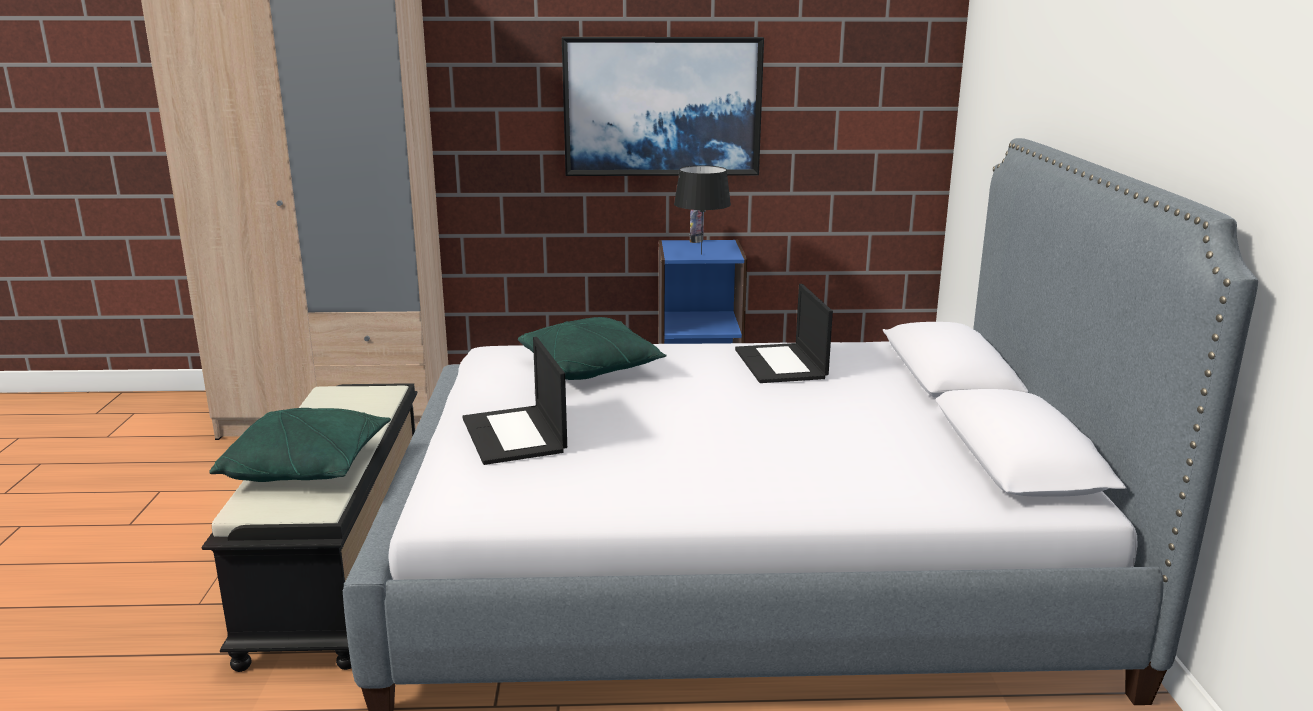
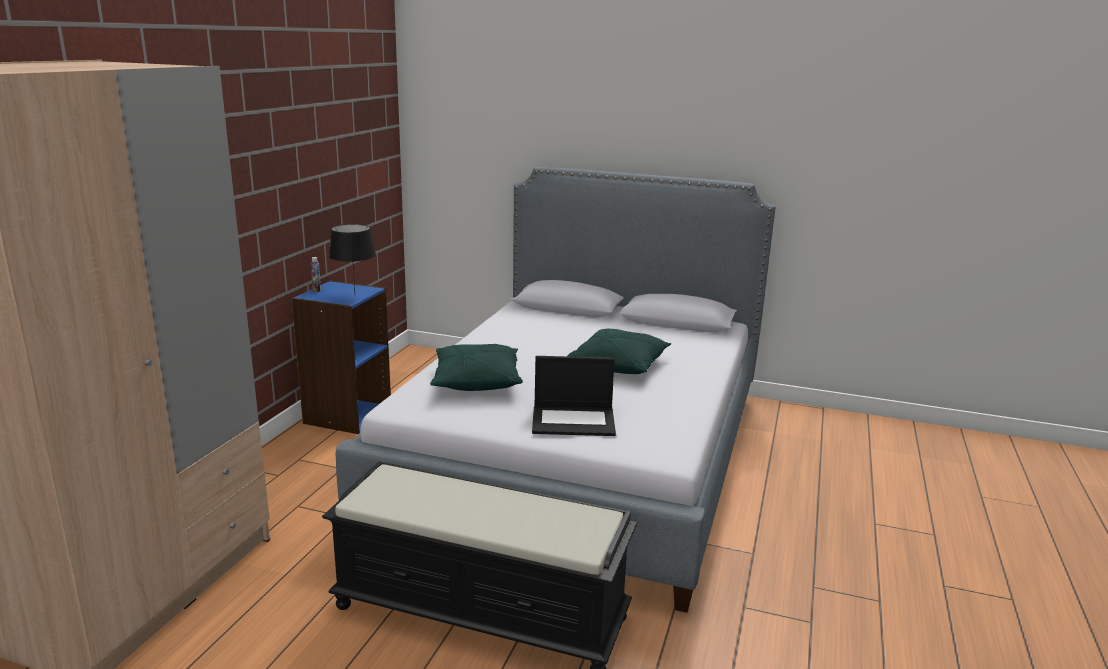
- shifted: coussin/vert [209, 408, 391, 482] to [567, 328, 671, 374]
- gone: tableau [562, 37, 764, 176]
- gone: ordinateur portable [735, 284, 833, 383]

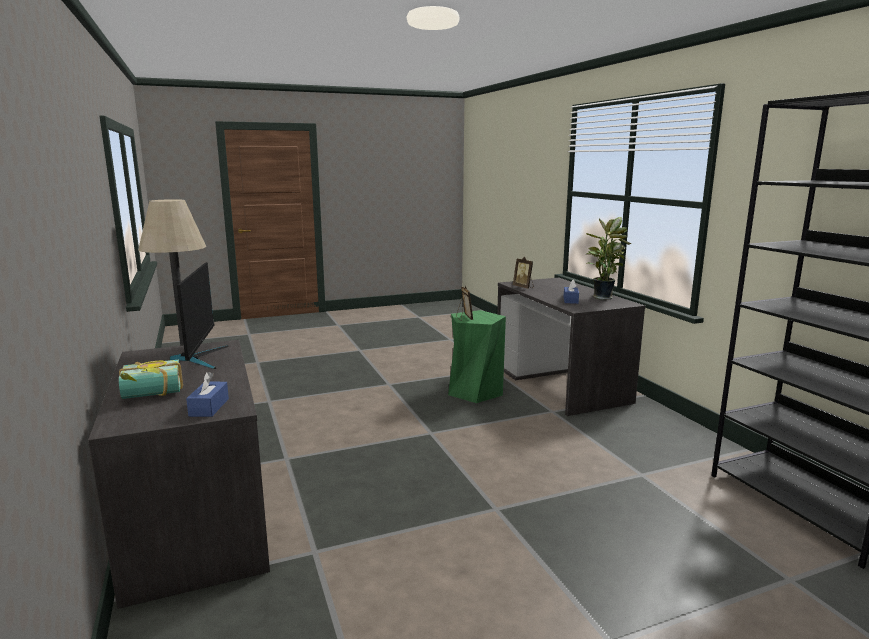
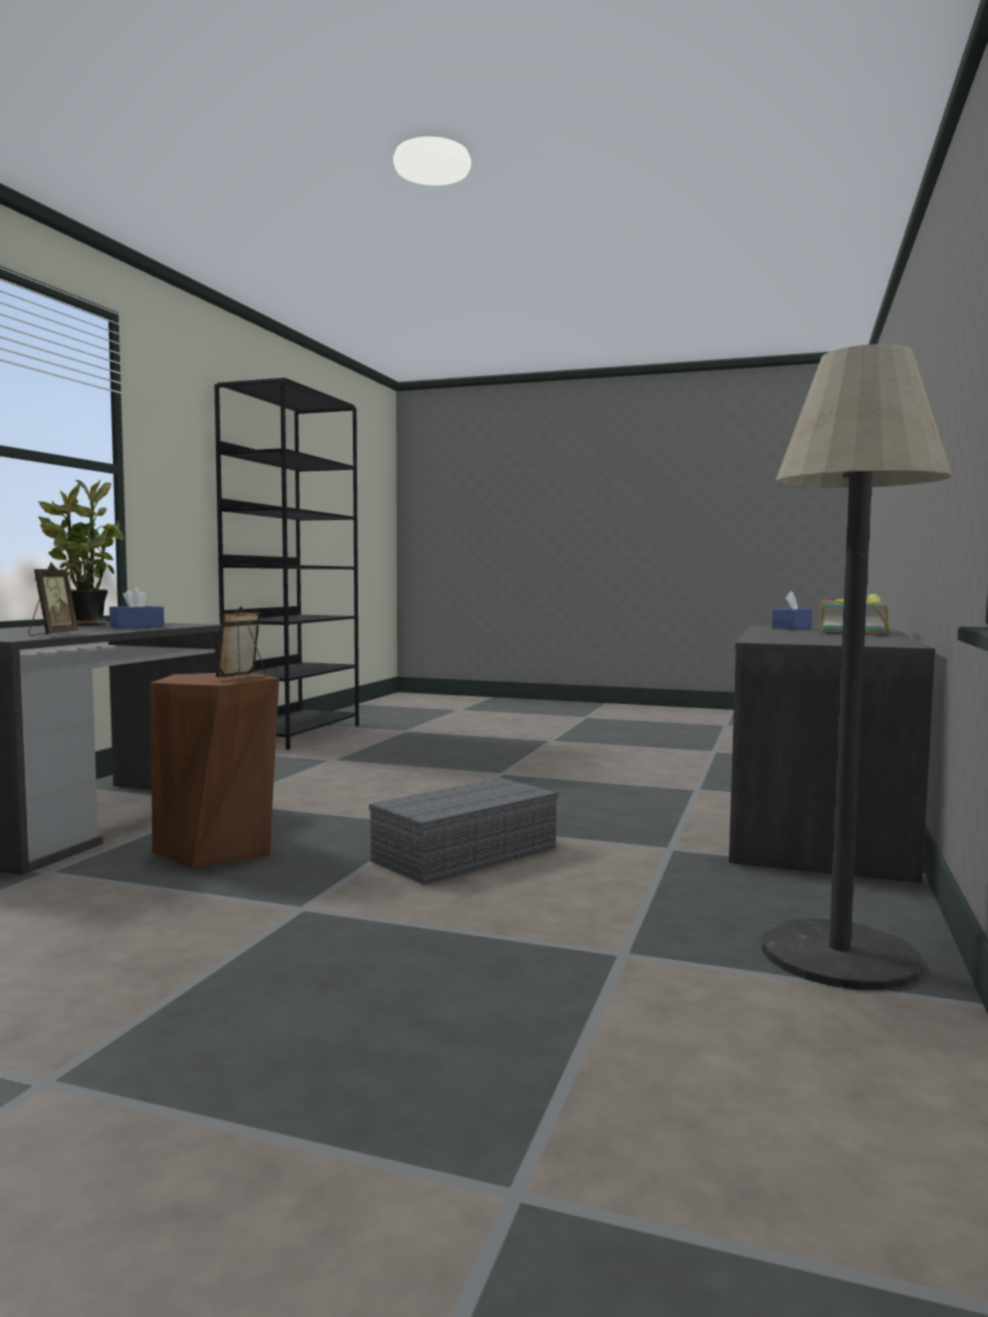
- repainted: tabouret/vert [448, 310, 506, 403] to tabouret/marron [151, 673, 279, 868]
- new: boîte de rangement/gris [369, 778, 558, 885]
- gone: écran d'ordinateur [170, 262, 229, 369]

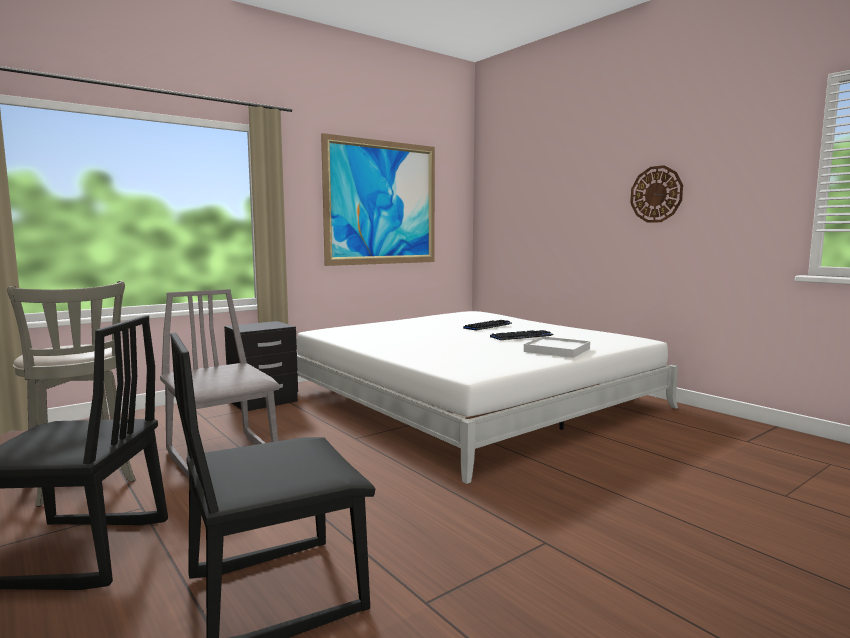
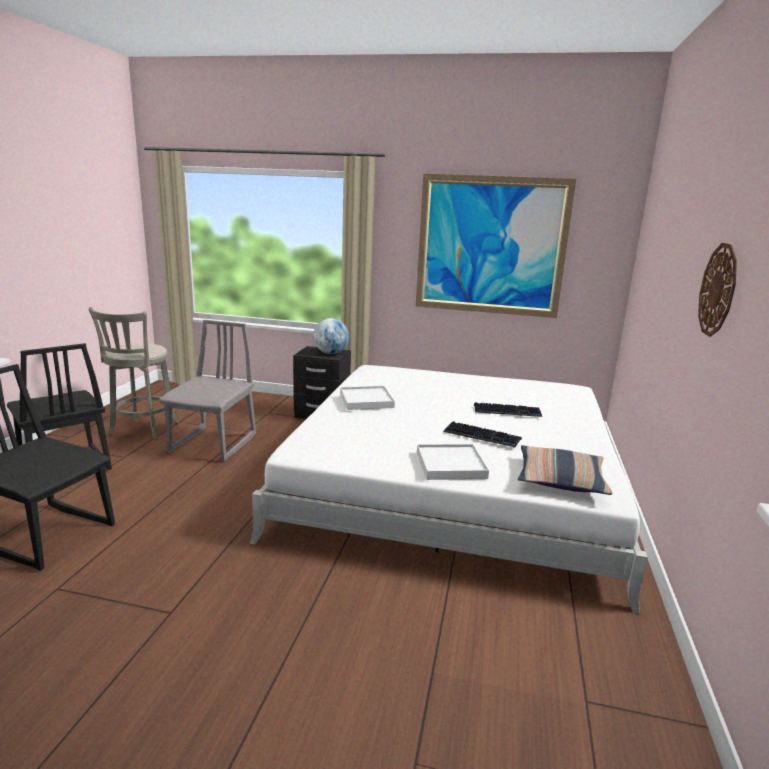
- new: globe [313, 318, 349, 354]
- new: plateau/blanc [340, 386, 395, 410]
- new: coussin [518, 445, 613, 495]

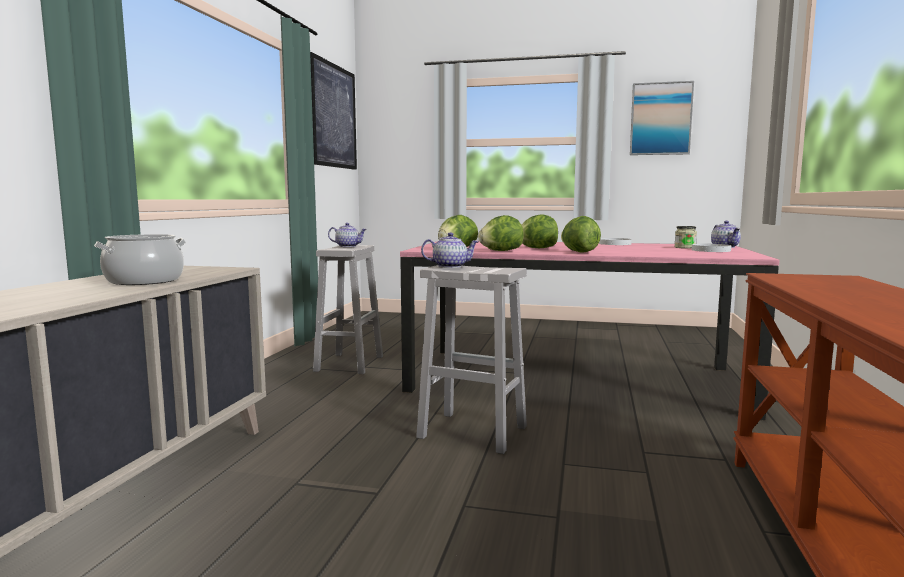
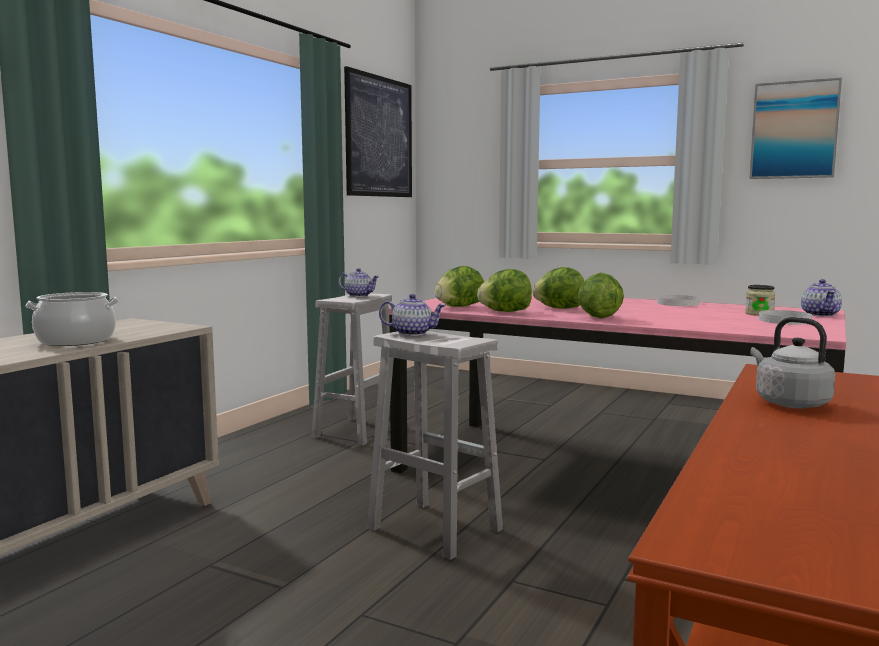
- new: bouilloire/gris [750, 317, 835, 409]

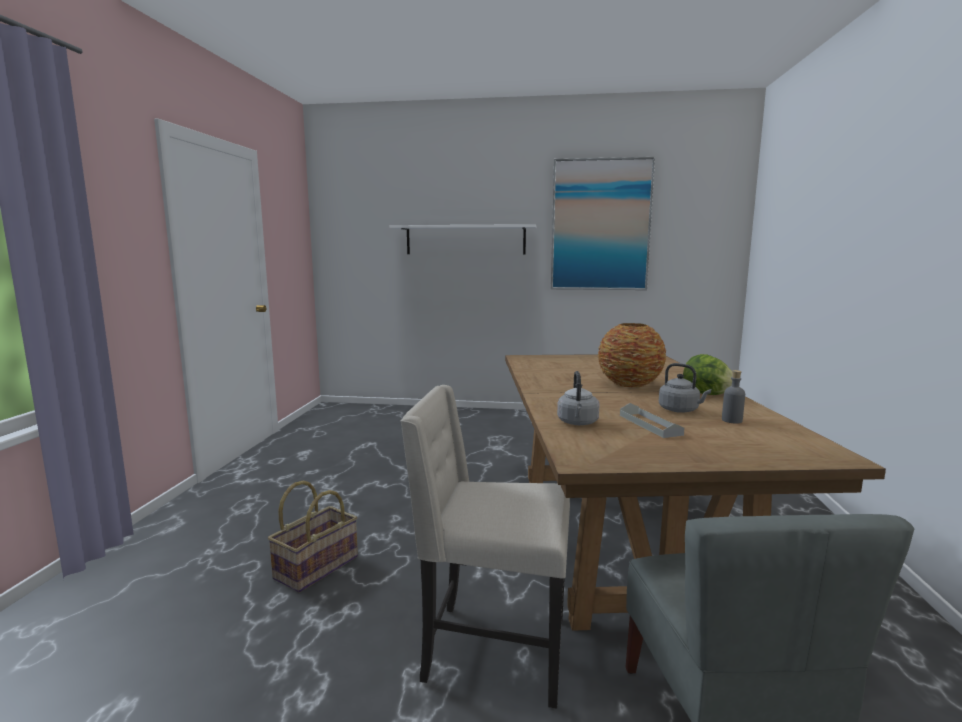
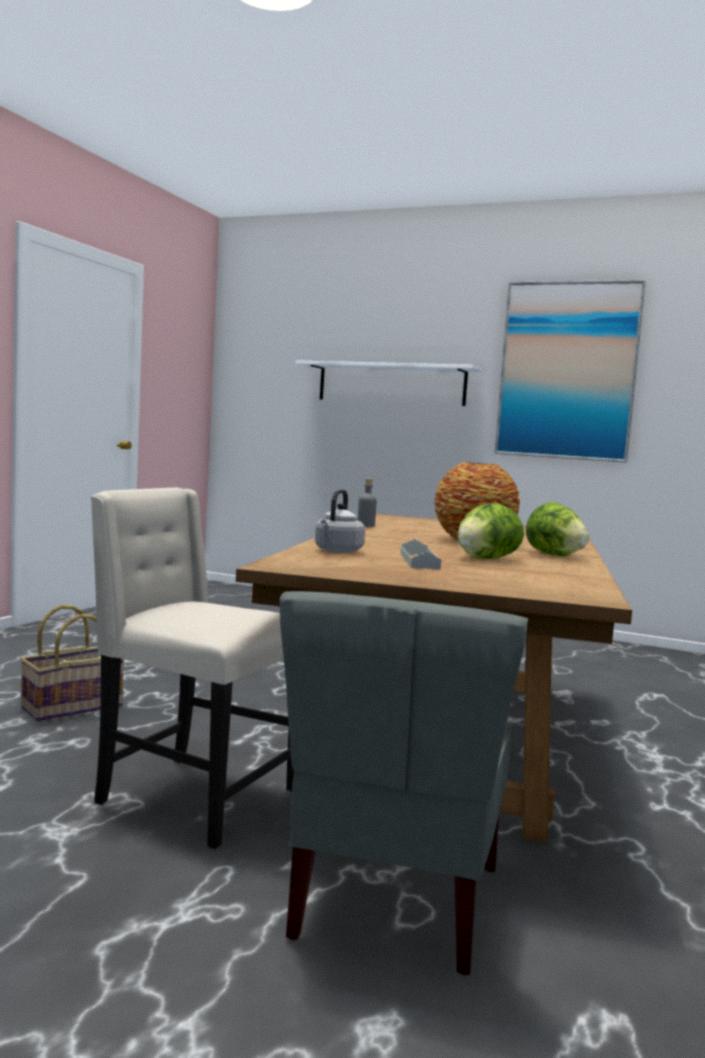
- shifted: bouteille/gris [722, 370, 745, 424] to [358, 478, 377, 527]
- swapped: bouilloire/gris [659, 363, 711, 413] to laitue [458, 503, 524, 559]

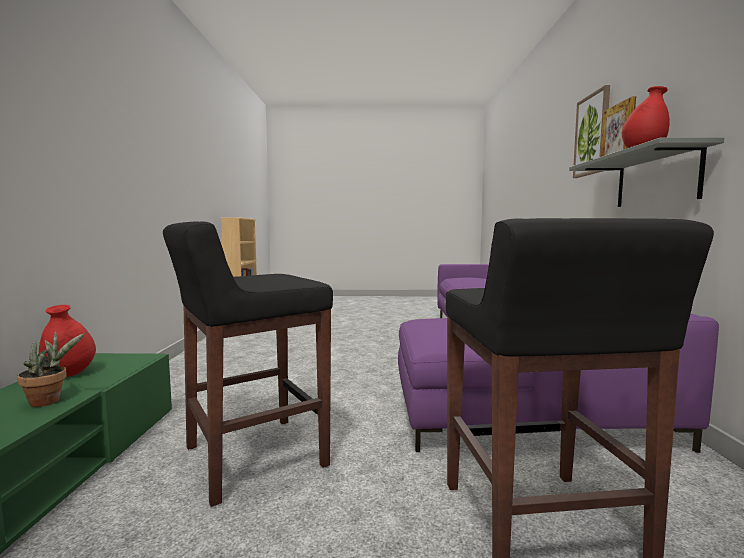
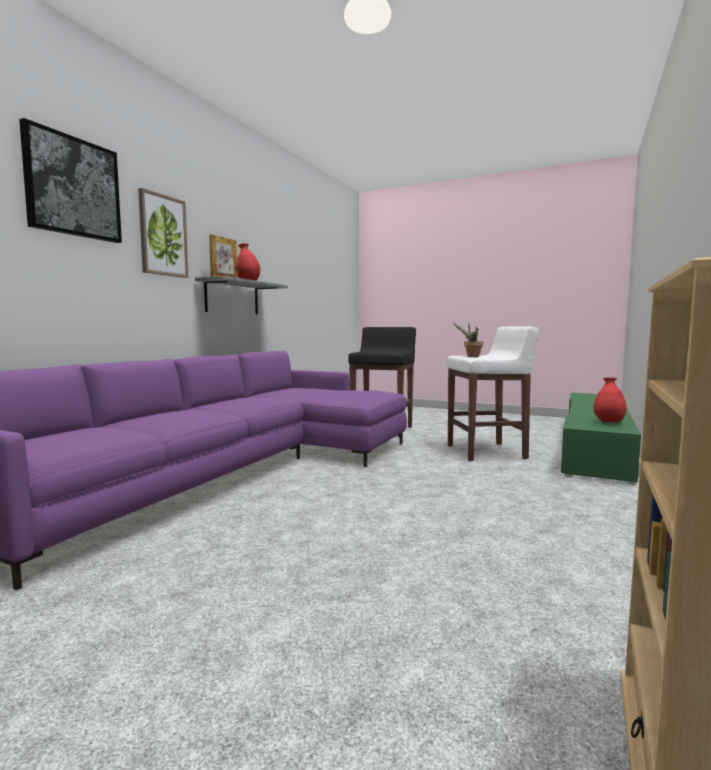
- new: tableau [19, 118, 122, 243]
- repainted: tabouret/noir [163, 221, 333, 507] to tabouret/blanc [447, 326, 540, 461]
- shifted: plante en pot [17, 331, 85, 407] to [453, 322, 483, 357]

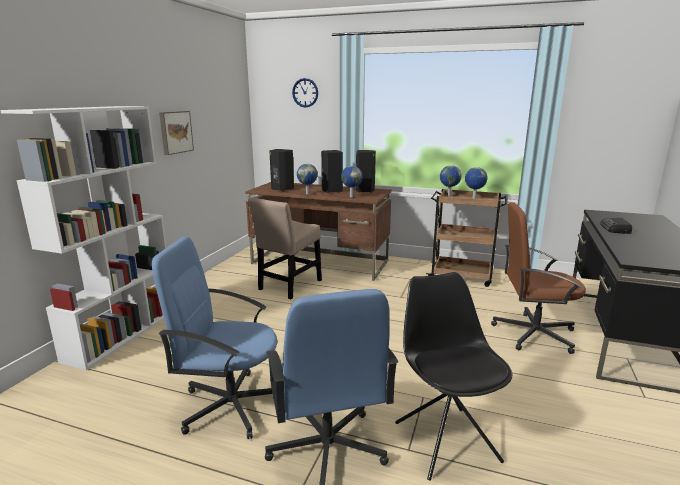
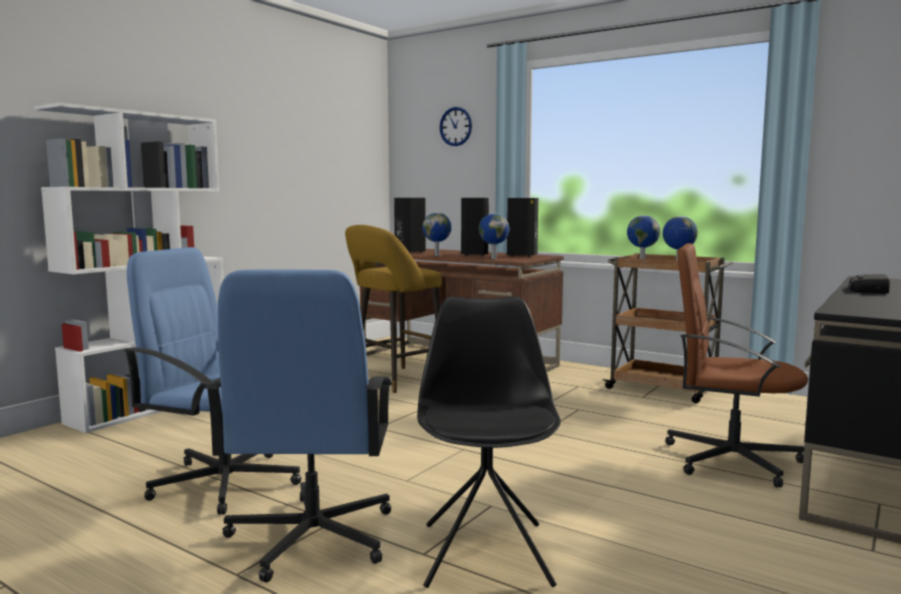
- swapped: chaise/beige [248, 197, 322, 299] to tabouret/jaune [345, 225, 442, 393]
- gone: tableau [159, 111, 194, 155]

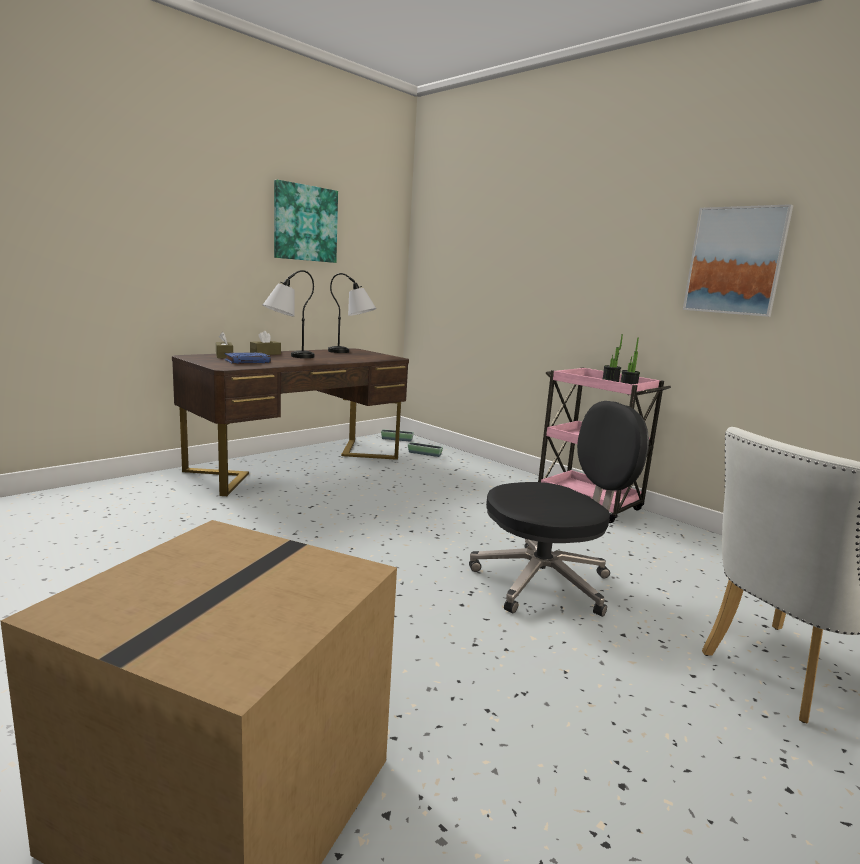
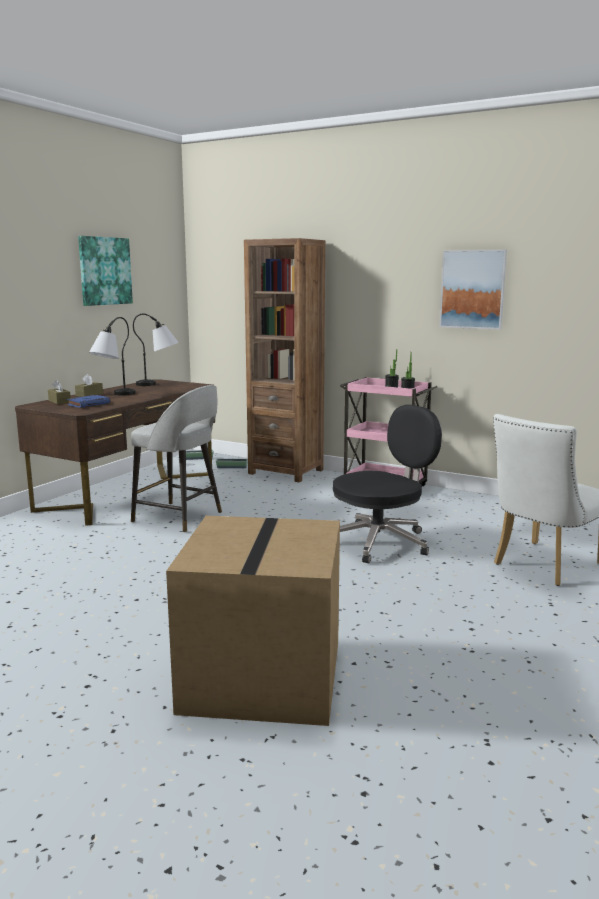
- new: tabouret/gris [131, 385, 222, 532]
- new: bibliothèque/marron [244, 238, 325, 483]

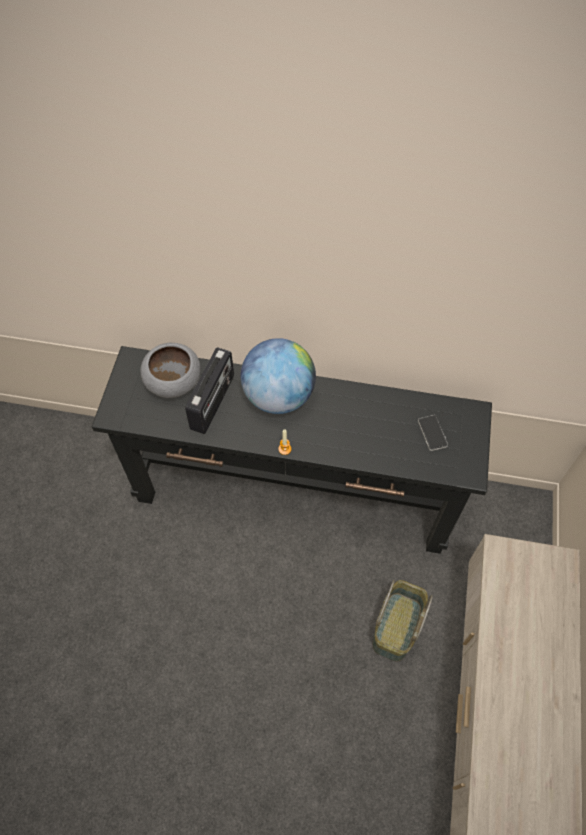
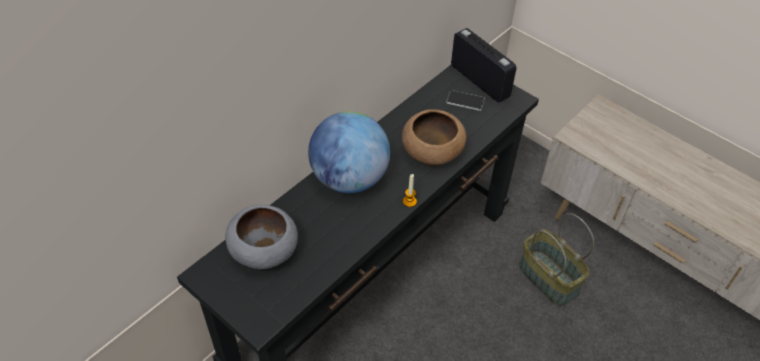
- new: bol/marron [402, 109, 466, 166]
- shifted: radio [185, 347, 234, 434] to [451, 28, 516, 103]

